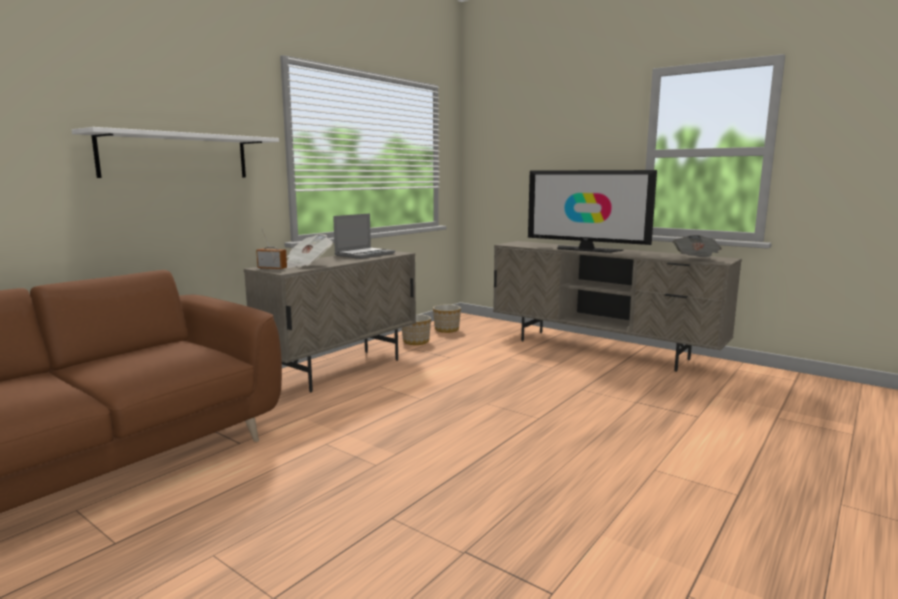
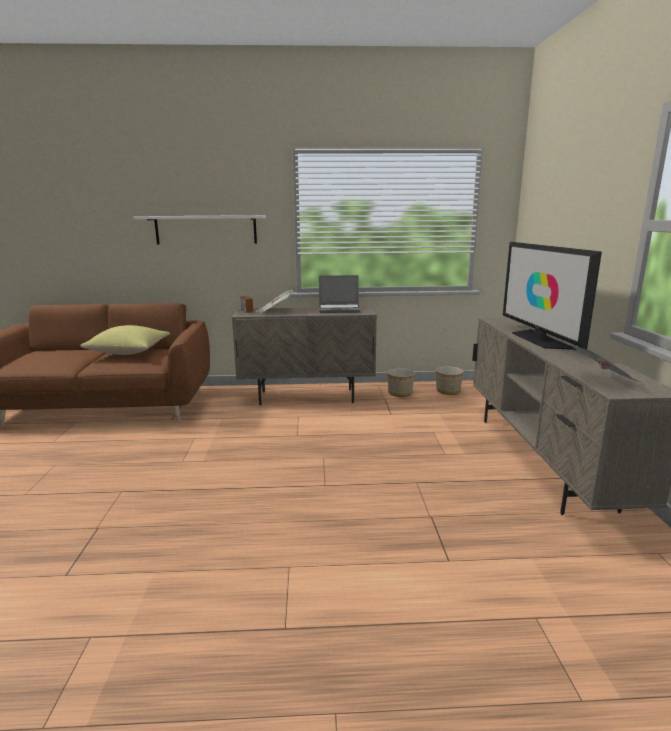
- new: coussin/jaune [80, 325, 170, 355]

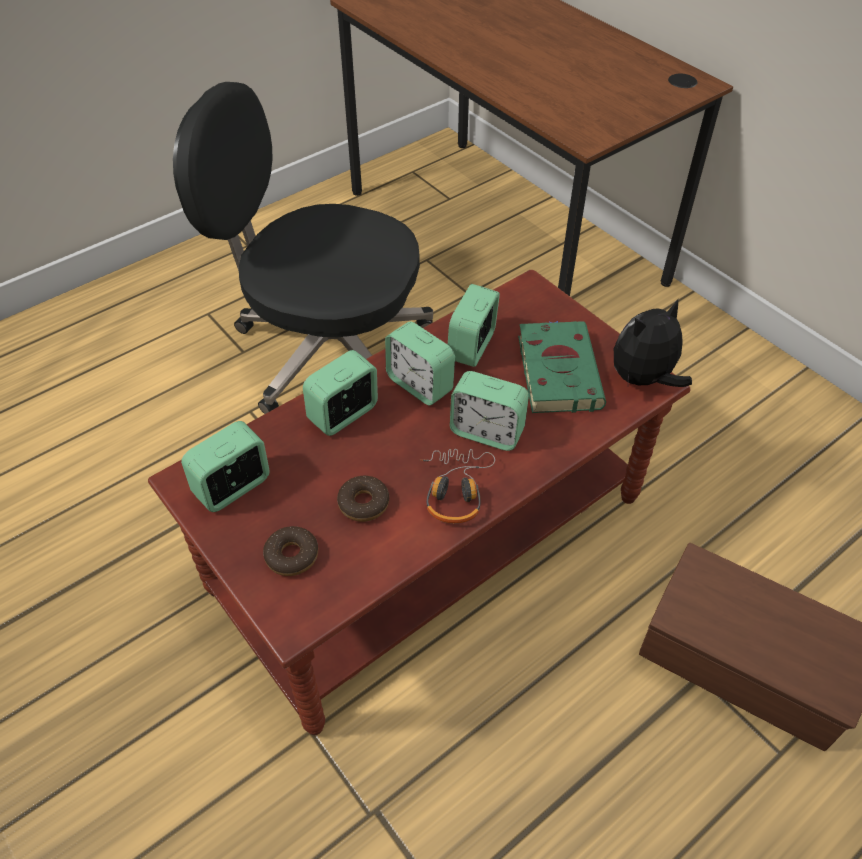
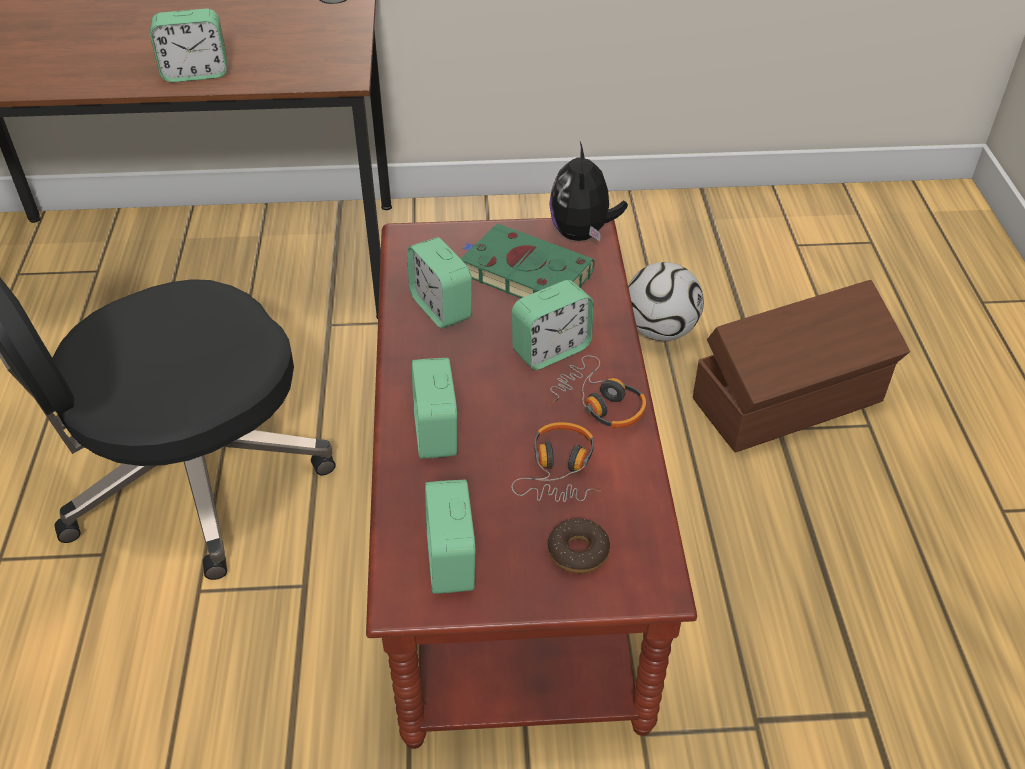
- shifted: réveil [385, 321, 455, 405] to [150, 9, 227, 82]
- swapped: beignet [337, 476, 389, 522] to casque audio [511, 422, 601, 502]
- new: ballon de foot [628, 262, 704, 341]

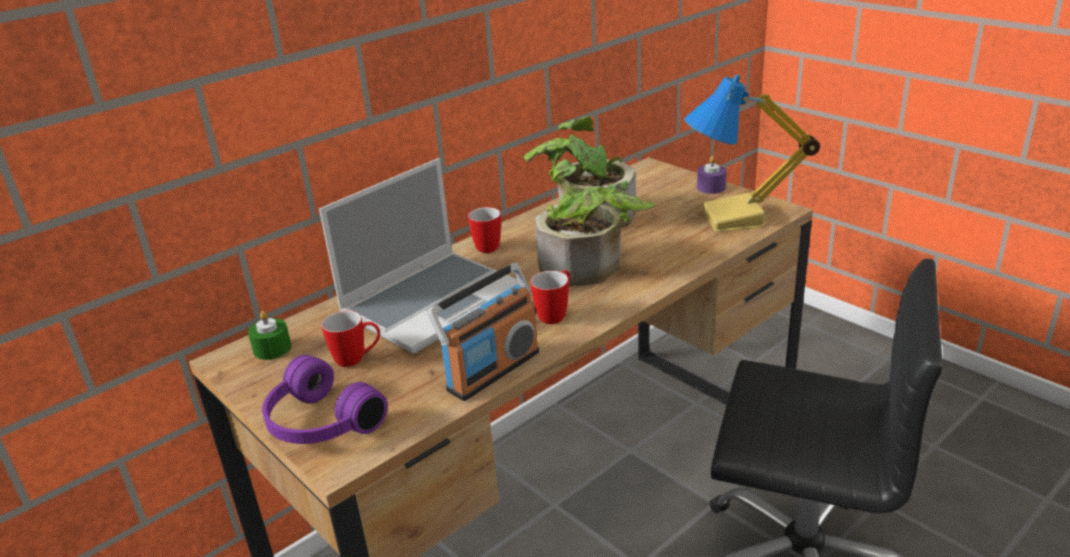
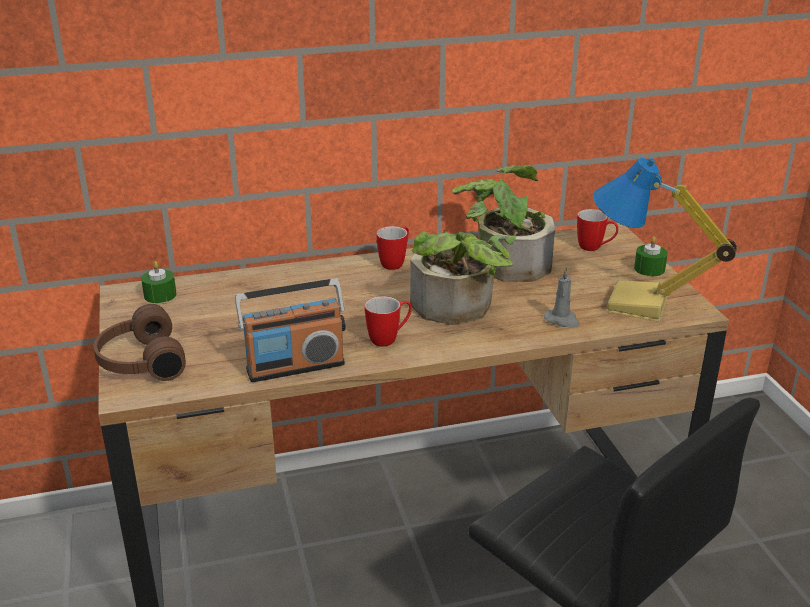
- repainted: casque audio/violet [262, 355, 388, 444] to casque audio/marron [93, 304, 186, 381]
- new: bougie/gris [544, 267, 580, 327]
- shifted: mug [321, 310, 380, 367] to [577, 209, 619, 251]
- repainted: bougie/violet [697, 156, 727, 194] to bougie/vert [634, 236, 668, 276]
- gone: ordinateur portable [319, 158, 520, 354]

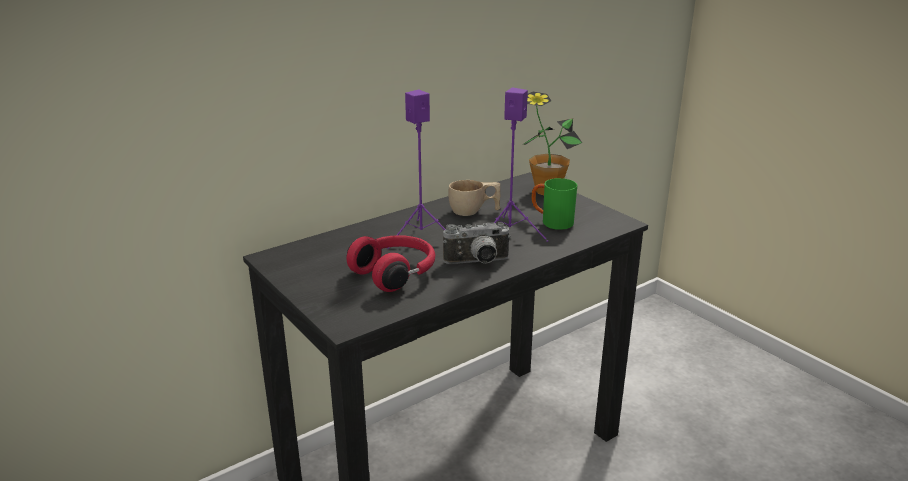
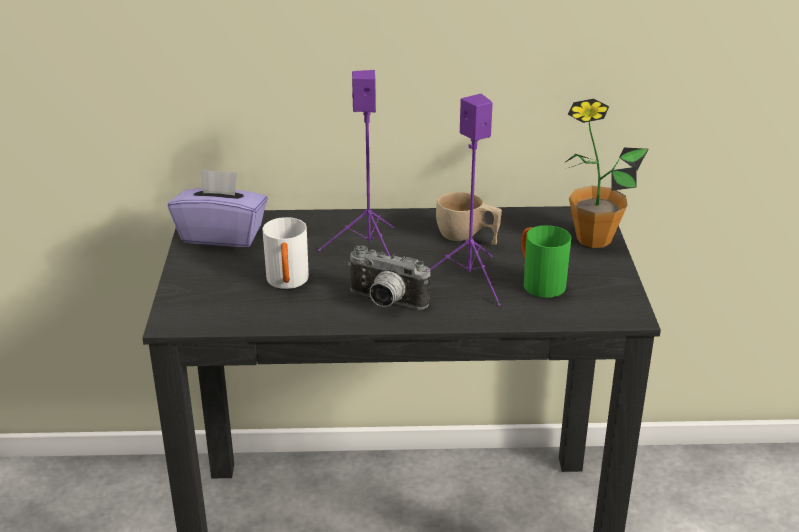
- new: boîte à mouchoirs/violet [168, 169, 268, 247]
- swapped: casque audio/rouge [347, 235, 435, 292] to mug/blanc [262, 217, 309, 289]

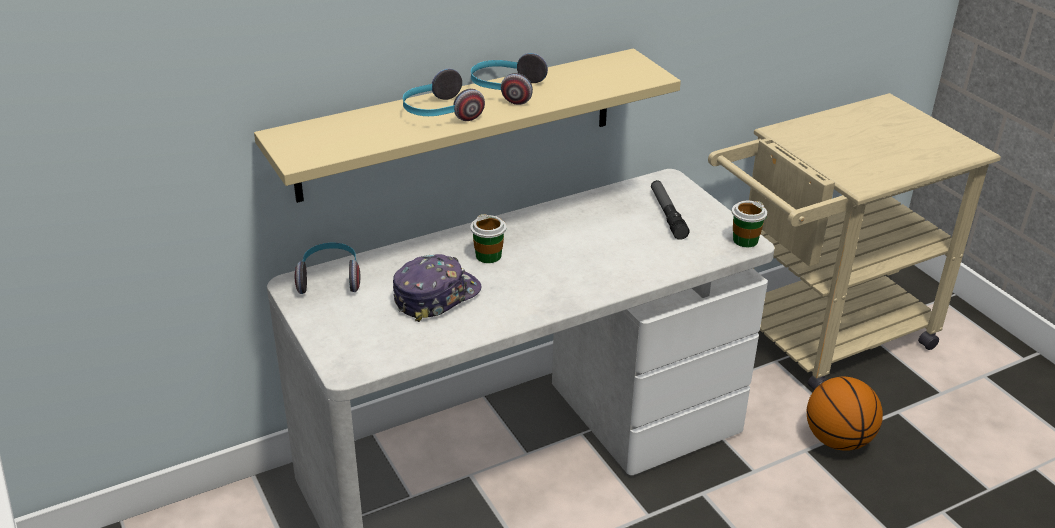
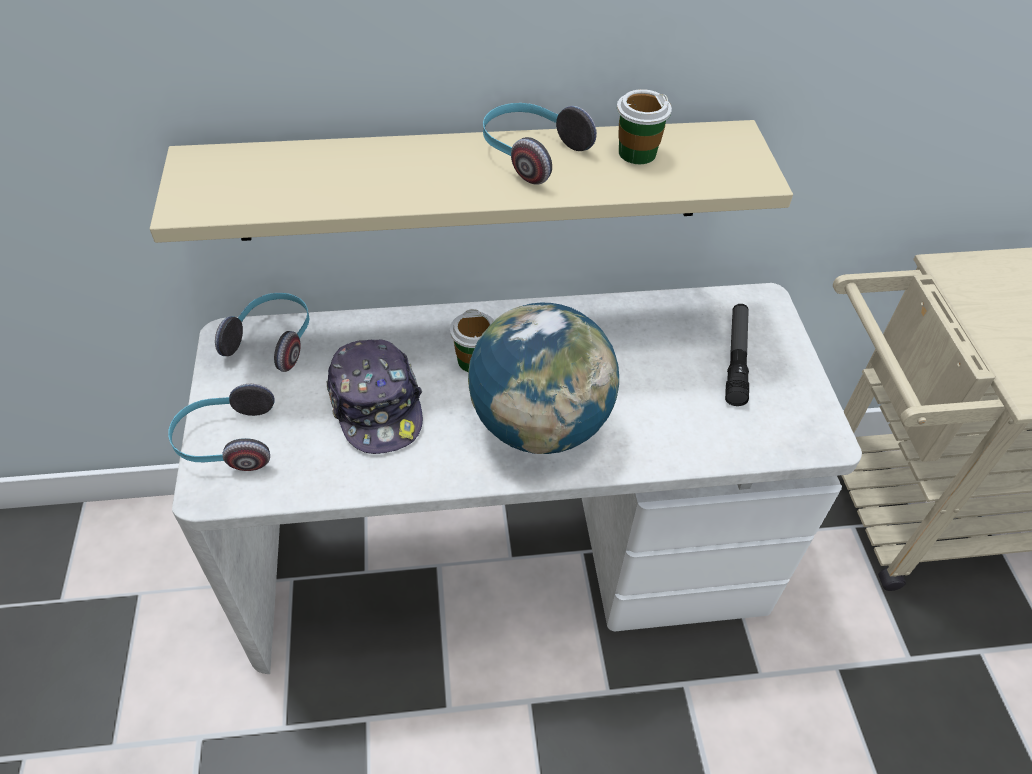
- shifted: casque audio [403, 69, 485, 121] to [168, 384, 275, 471]
- rotated: casquette [393, 254, 481, 322] = [327, 339, 423, 454] 90 degrees clockwise
- new: globe [468, 303, 619, 454]
- shifted: tasse [732, 201, 767, 247] to [617, 89, 672, 164]
- gone: ballon de basket [807, 377, 883, 451]

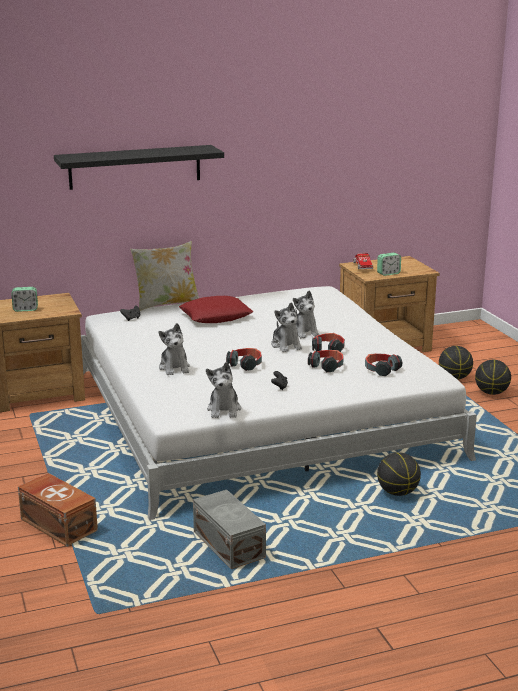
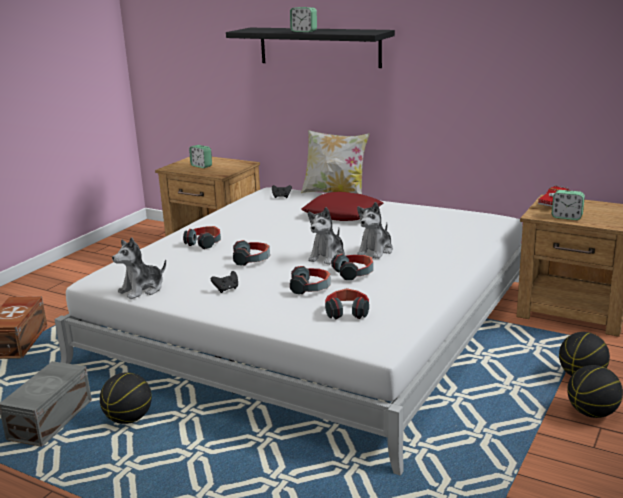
- shifted: ballon de basket [377, 452, 421, 496] to [100, 372, 152, 424]
- swapped: peluche [158, 323, 190, 375] to casque audio [183, 226, 221, 249]
- new: réveil [290, 7, 317, 32]

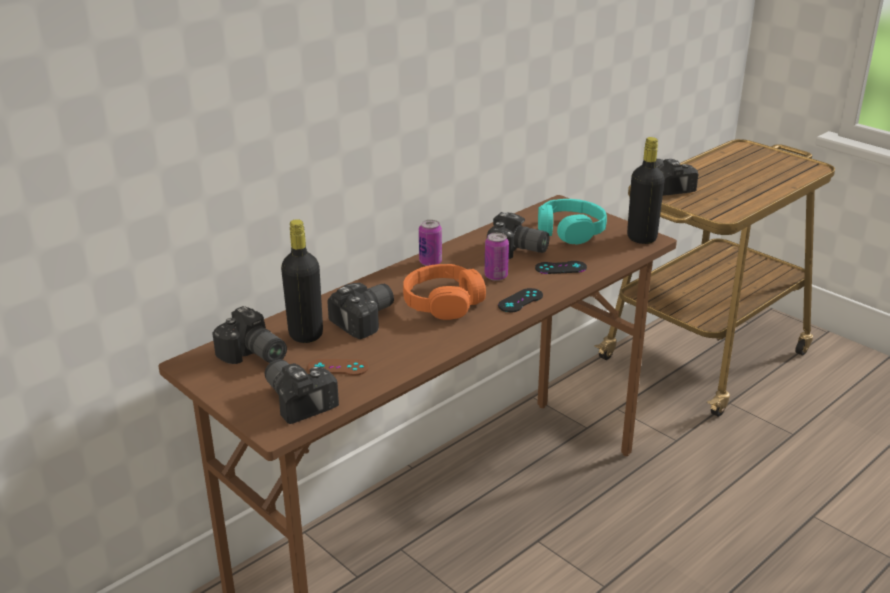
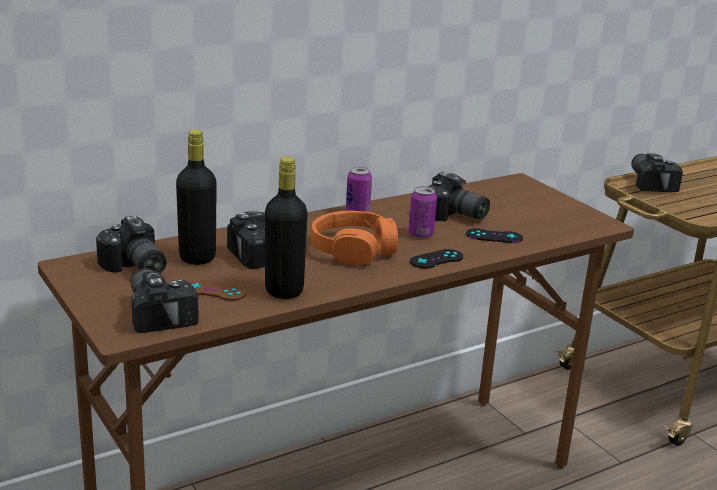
- shifted: bouteille/noir [627, 137, 665, 244] to [265, 157, 308, 299]
- gone: casque audio/turquoise [538, 199, 607, 245]

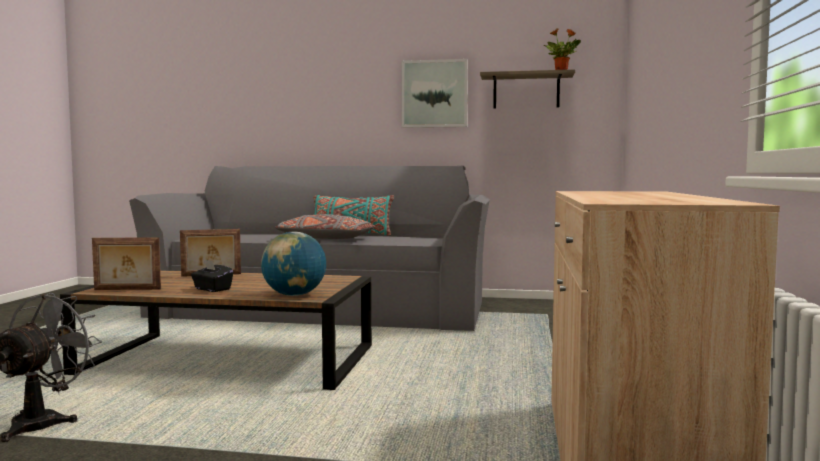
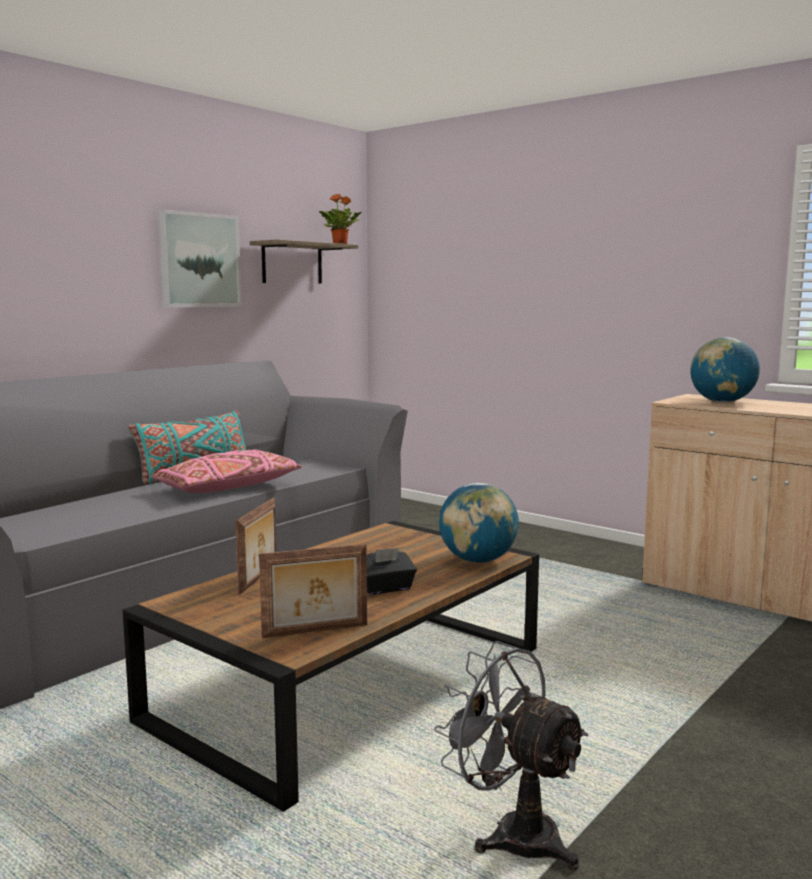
- repainted: coussin/gris [275, 214, 376, 239] to coussin/rose [150, 450, 302, 493]
- rotated: cadre photo [92, 237, 161, 290] = [259, 544, 367, 638] 45 degrees clockwise
- new: globe [690, 337, 760, 402]

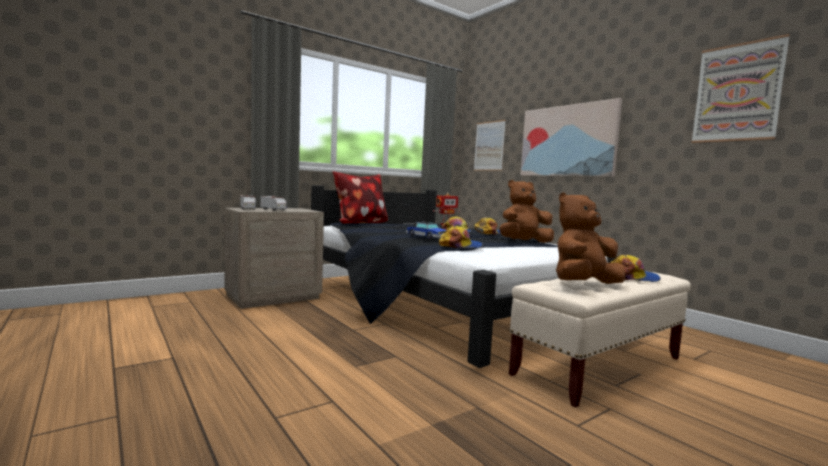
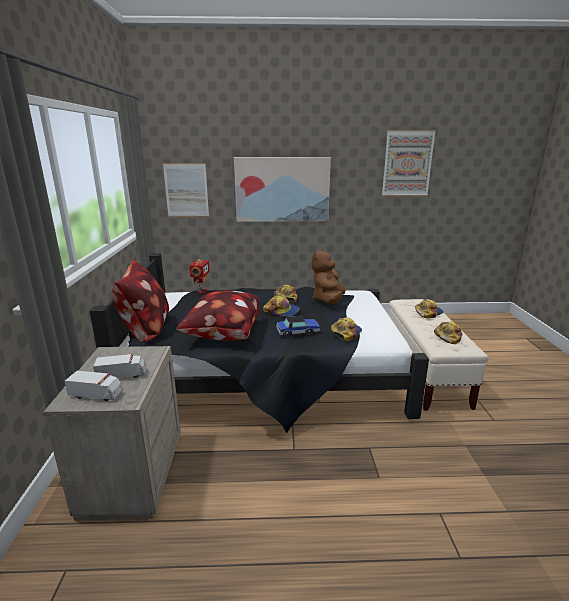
- new: coussin [176, 290, 260, 341]
- swapped: peluche/marron [556, 192, 625, 284] to casquette [434, 322, 463, 344]

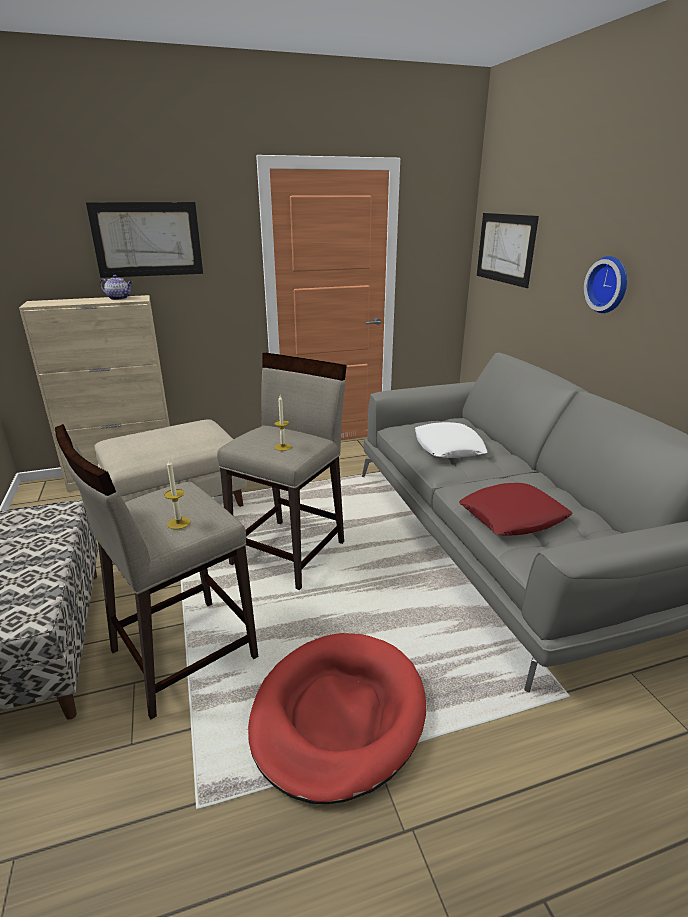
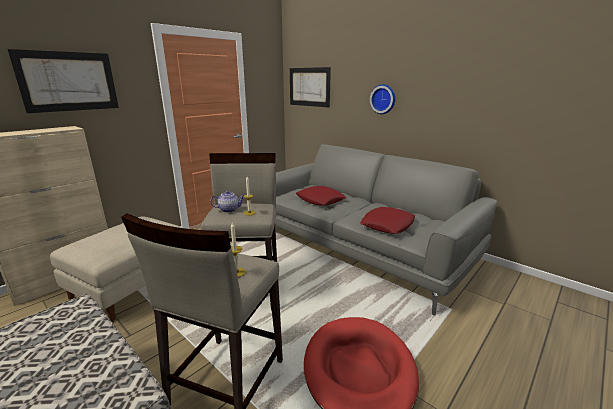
- shifted: théière [100, 275, 132, 300] to [210, 191, 245, 213]
- repainted: coussin/blanc [415, 422, 488, 458] to coussin/rouge [296, 186, 347, 206]

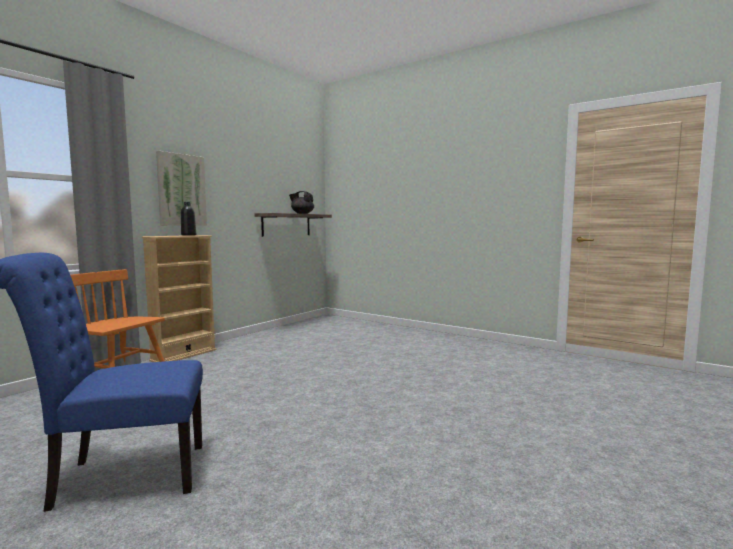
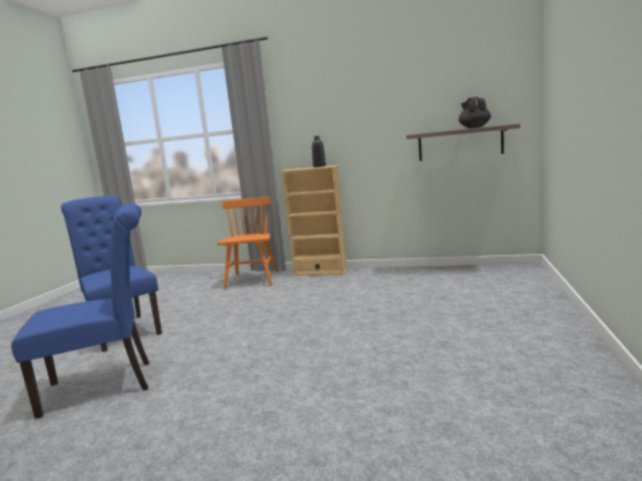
- new: chaise/bleu [11, 203, 149, 419]
- gone: tableau [156, 151, 207, 226]

